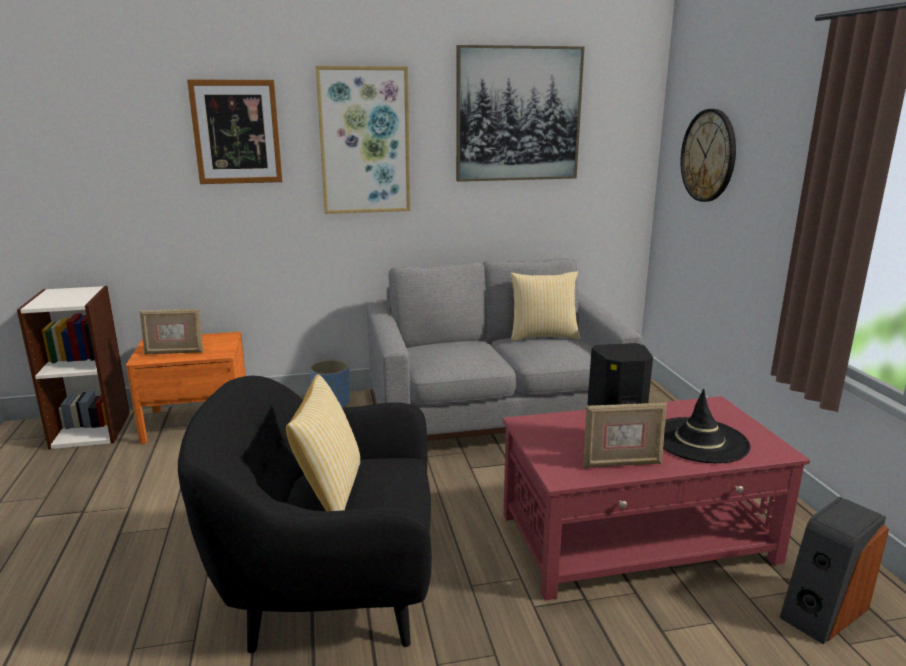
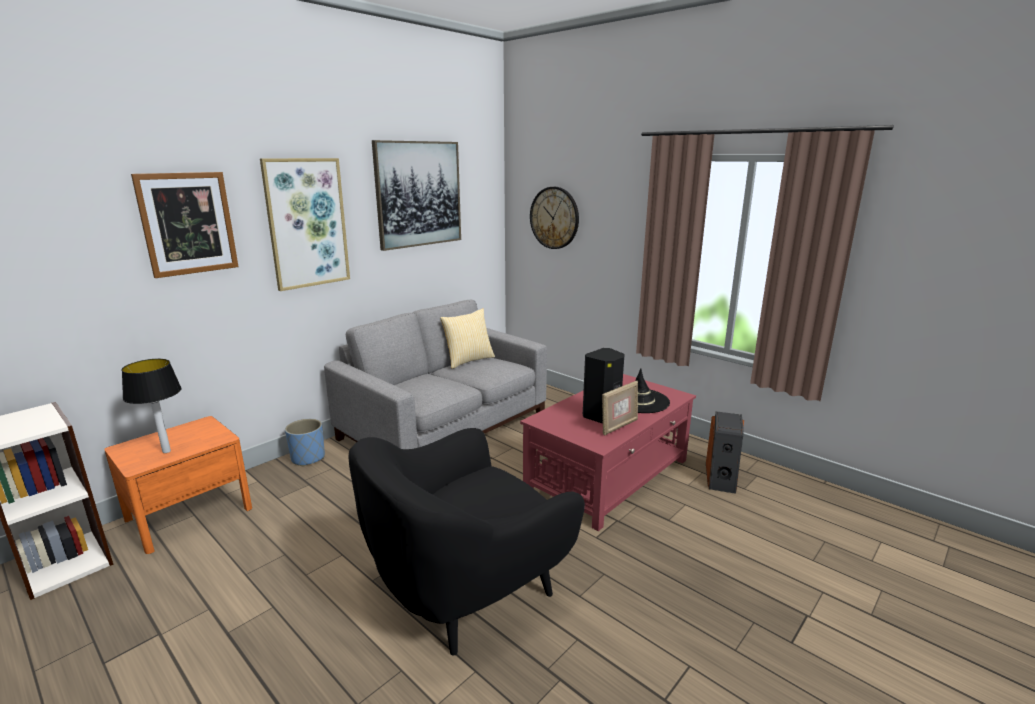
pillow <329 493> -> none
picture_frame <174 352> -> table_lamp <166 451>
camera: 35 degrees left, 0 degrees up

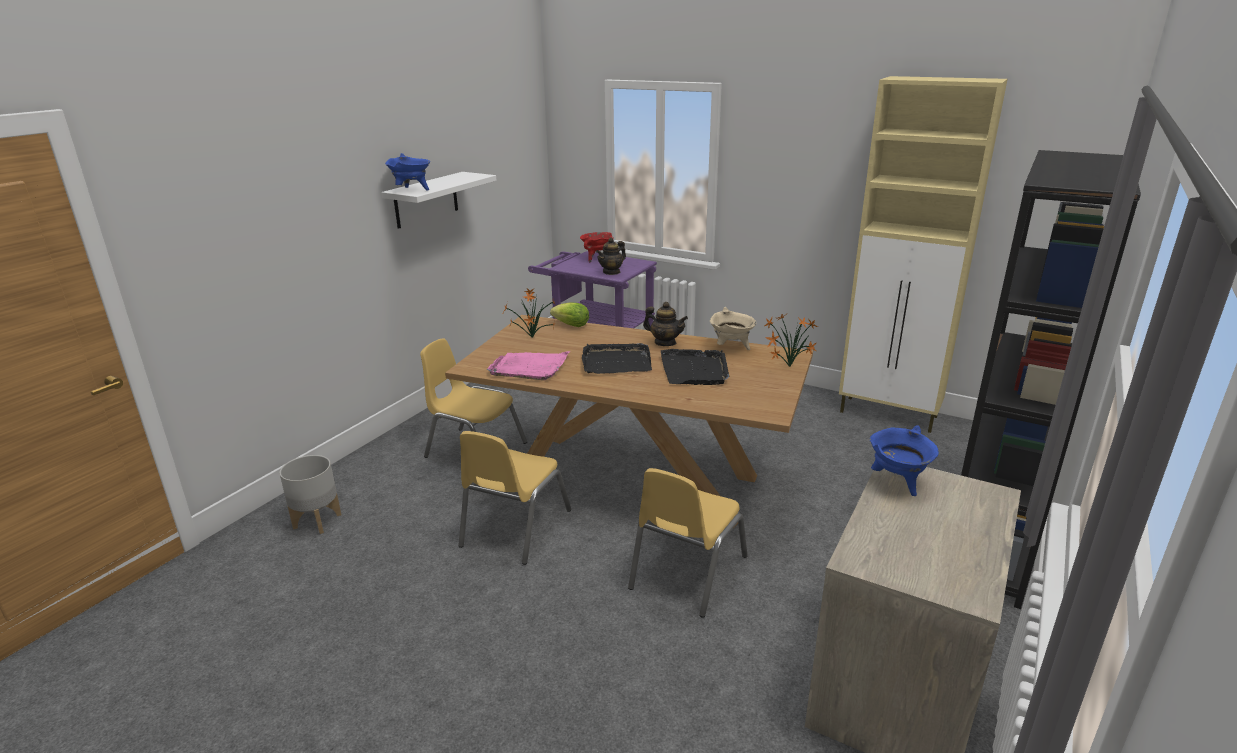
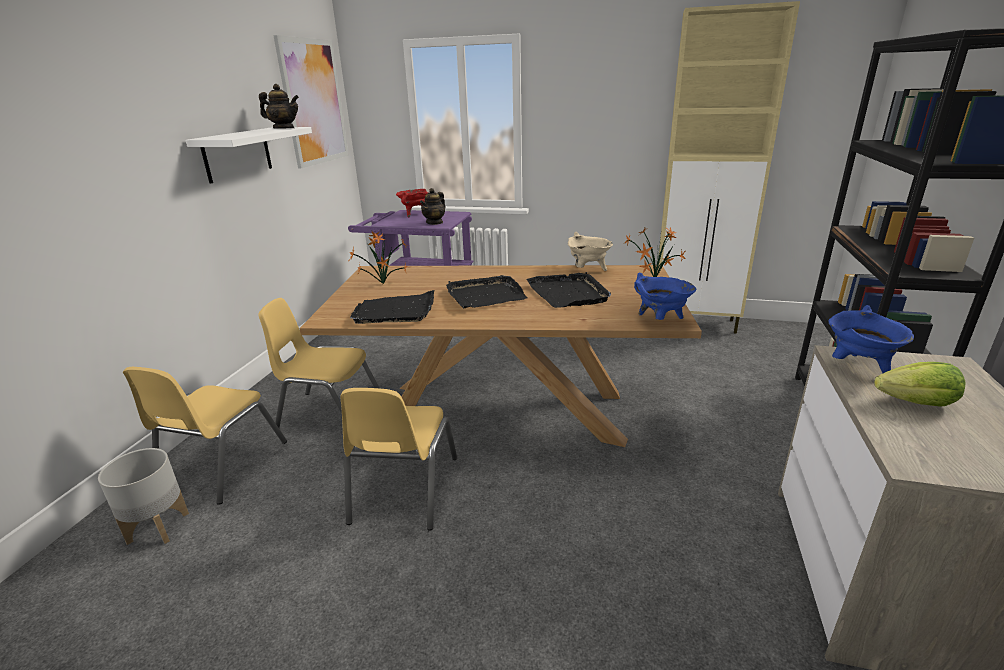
none -> picture <313 102>
blue_cooking_pot <411 190> -> blue_cooking_pot <660 321>, shifted
lettuce <571 325> -> lettuce <916 403>, shifted
yellow_chair <687 572> -> yellow_chair <222 466>, shifted
teapot <665 343> -> teapot <284 128>, shifted
pink_tray <529 367> -> black_tray <395 311>
camera: 15 degrees left, 0 degrees up

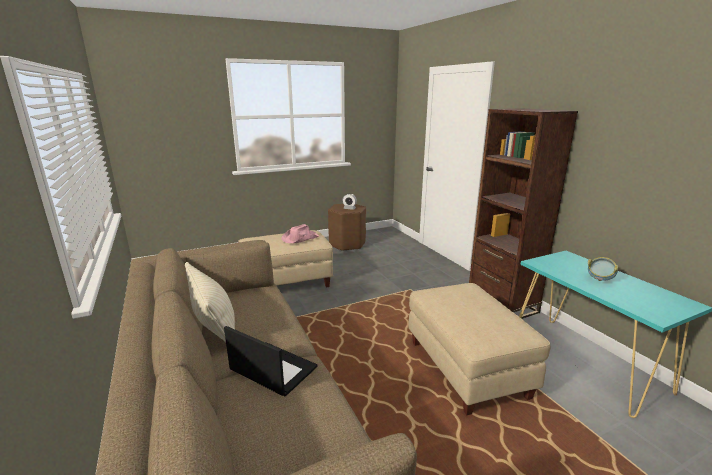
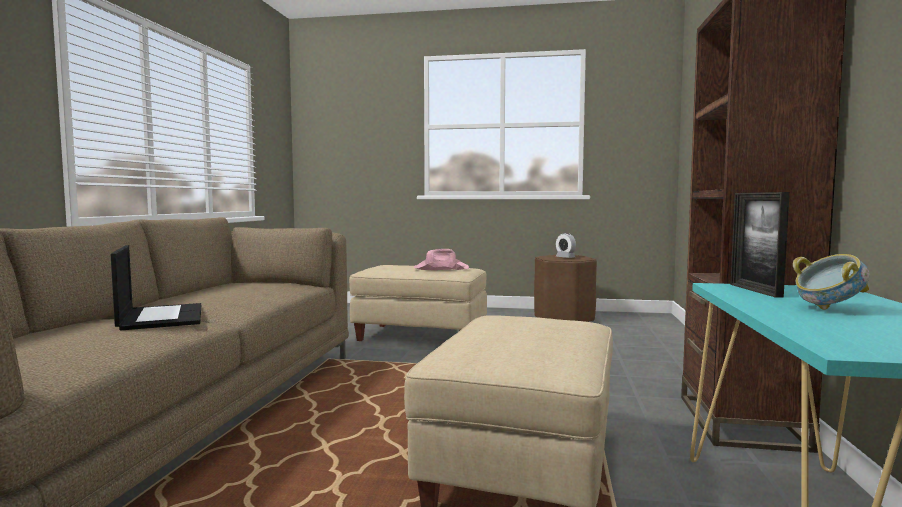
beige_pillow <214 326> -> none
none -> picture_frame <755 290>
camera: 35 degrees right, 15 degrees down

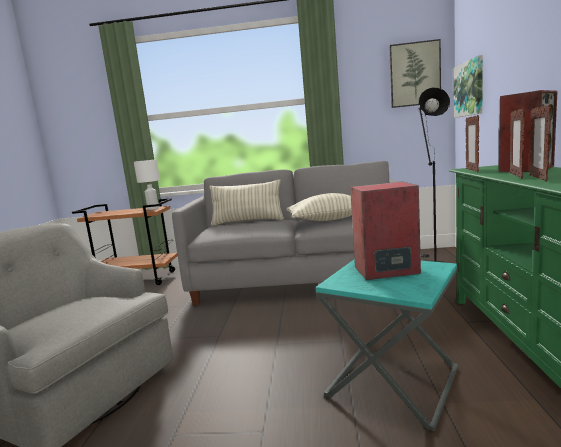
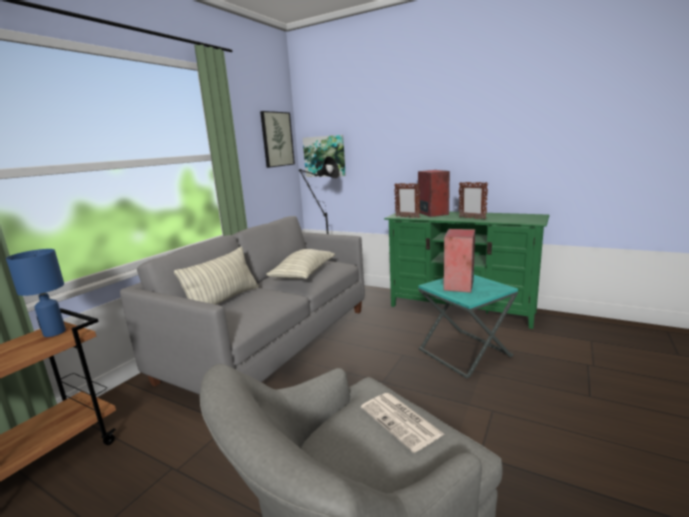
picture_frame <516 176> -> none
none -> newspaper <402 421>
white_table_lamp <153 208> -> blue_table_lamp <55 332>
camera: 65 degrees left, 5 degrees up

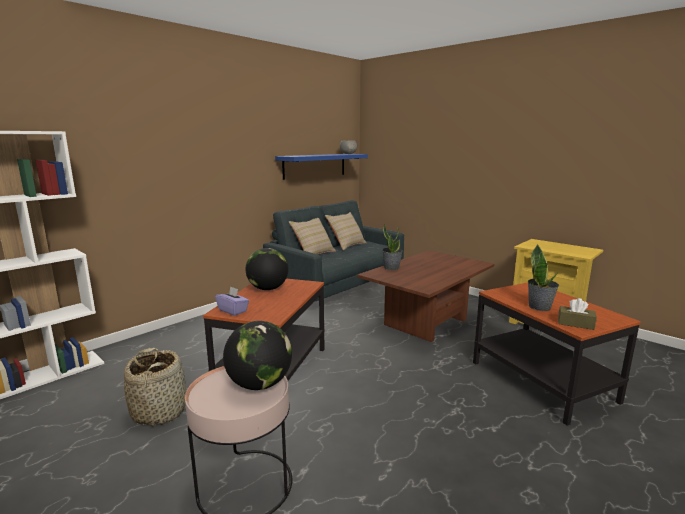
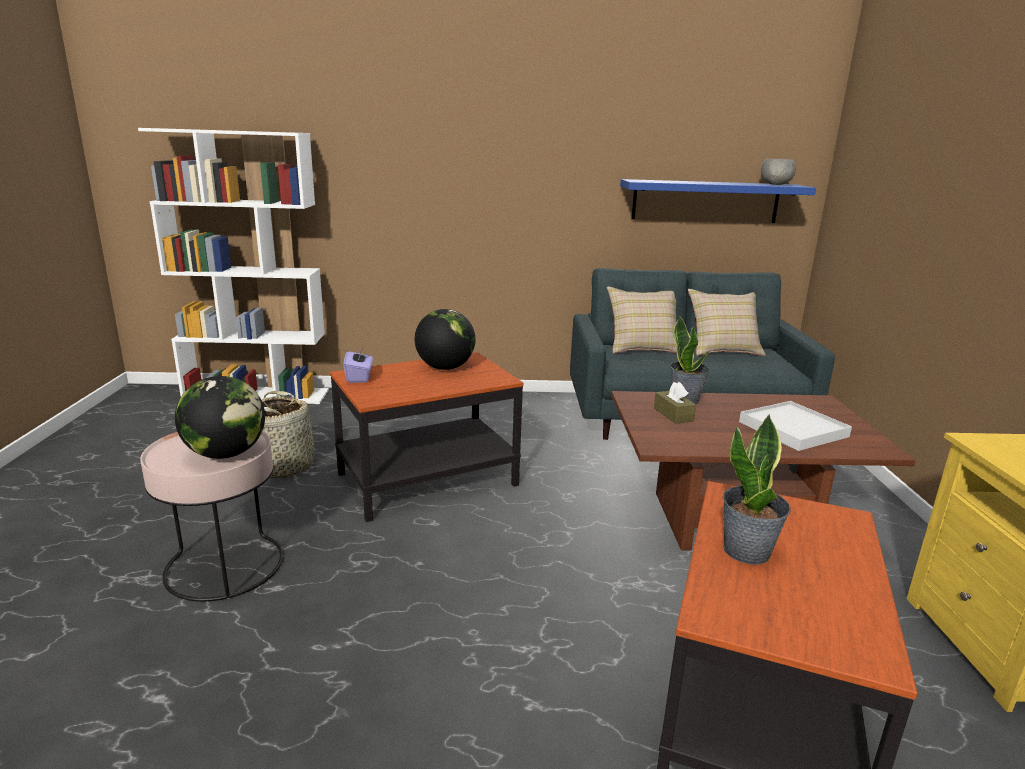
none -> white_tray <792 429>
brown_tissue_box <575 324> -> brown_tissue_box <673 414>, shifted
camera: 45 degrees right, 5 degrees up

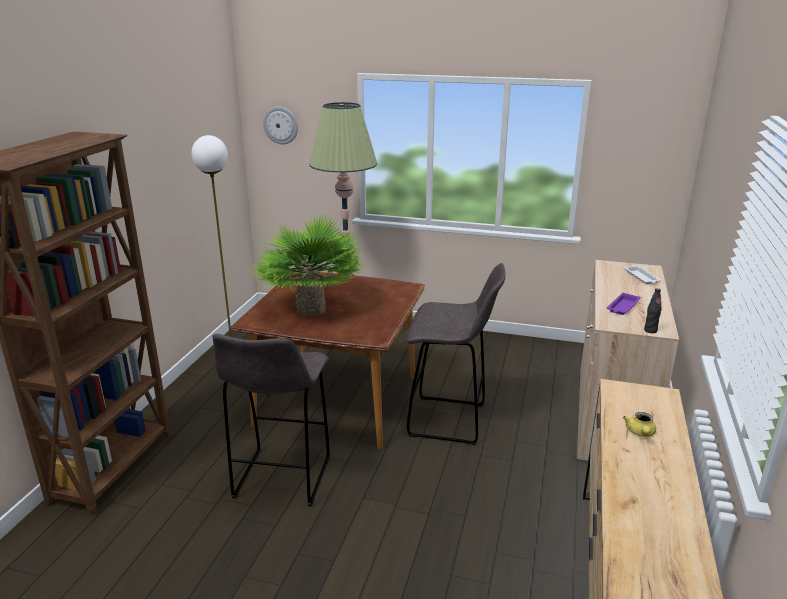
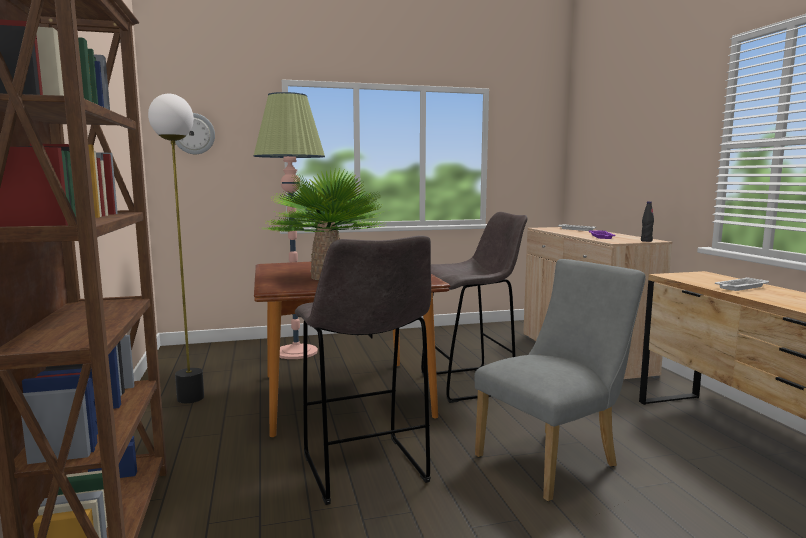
none -> grey_chair <553 459>
yellow_teapot <640 433> -> white_tray <740 287>
camera: 30 degrees left, 15 degrees down

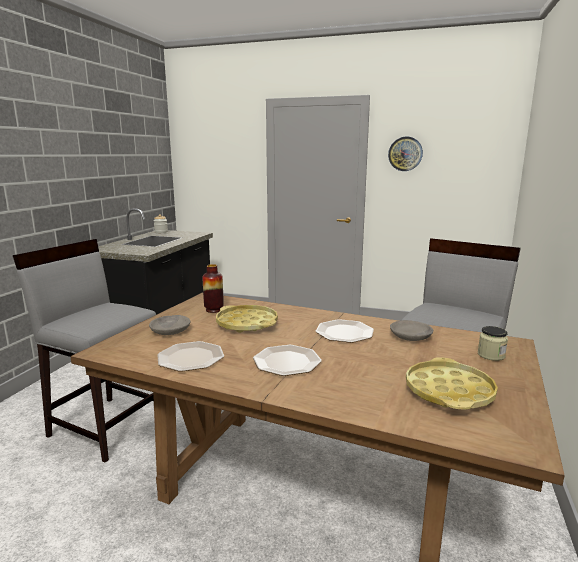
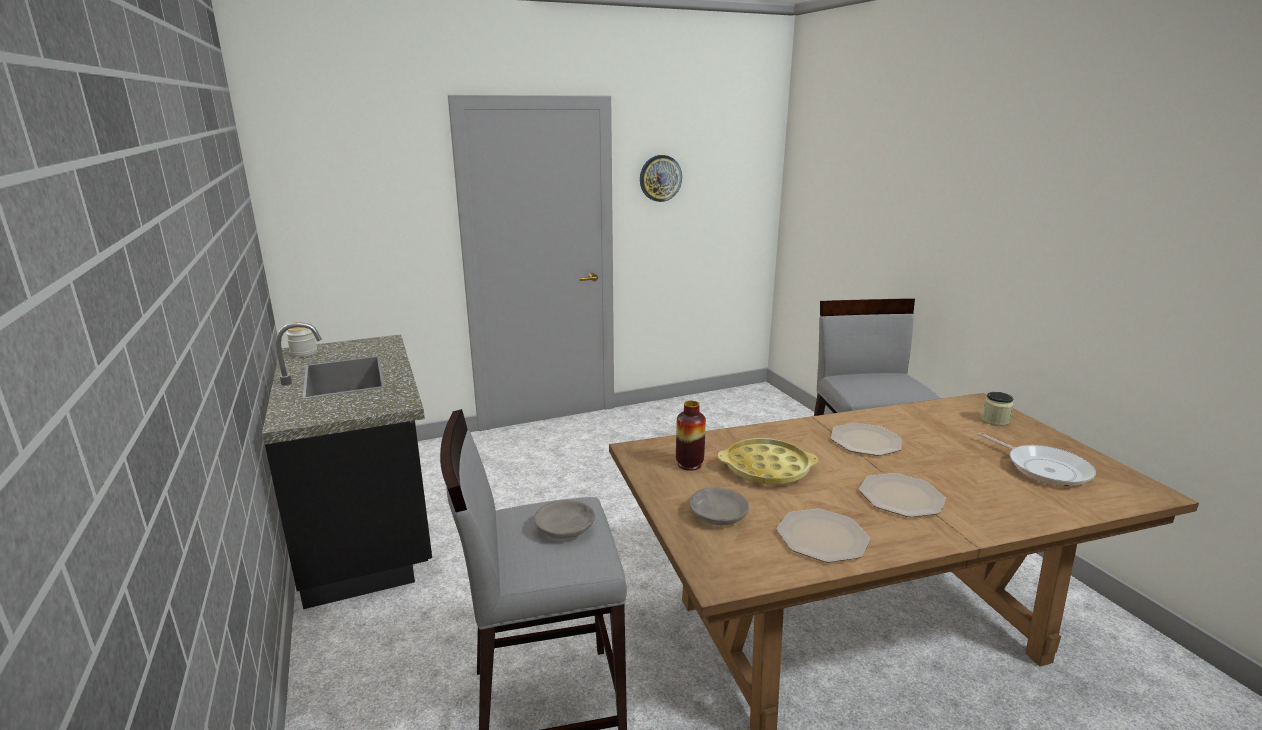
grey_bowl <411 337> -> grey_bowl <565 528>, shifted
yellow_tray <449 391> -> frying_pan <1044 468>
camera: 40 degrees left, 5 degrees up

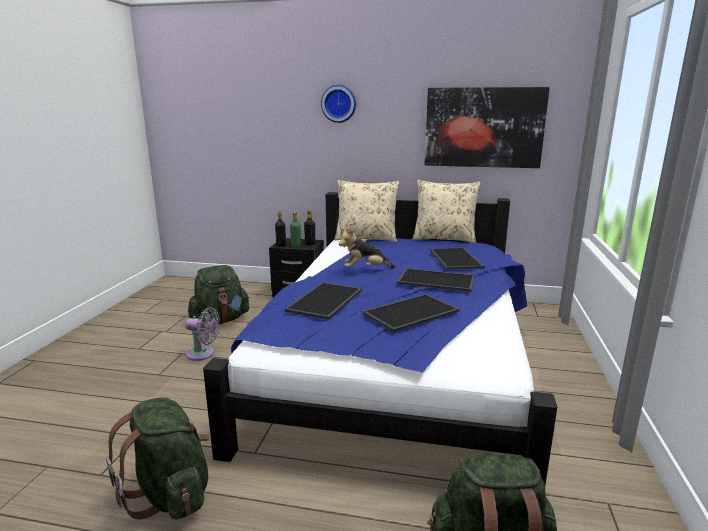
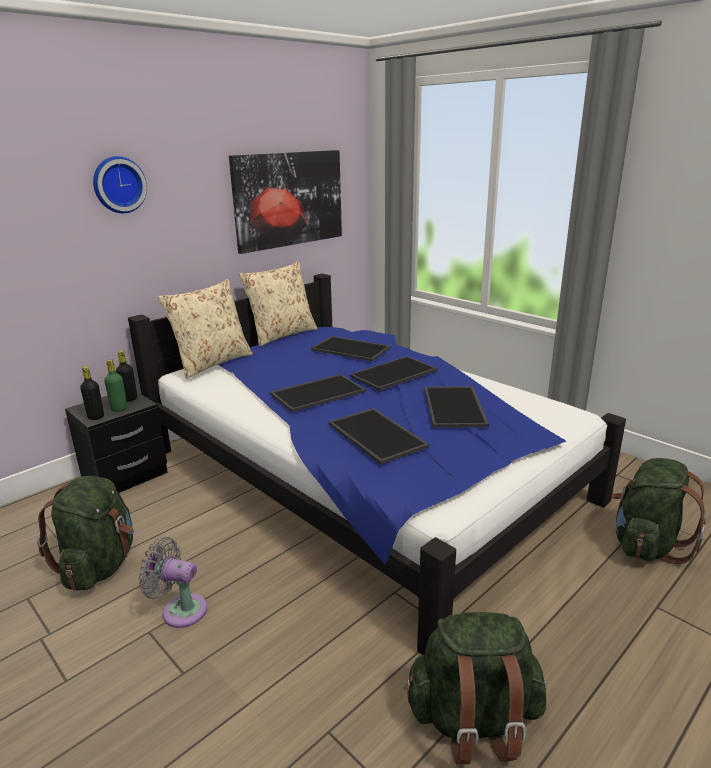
plush_toy <365 270> -> tray <318 392>
grey_fan <203 354> -> grey_fan <180 610>, 120 degrees counterclockwise
camera: 55 degrees left, 5 degrees up

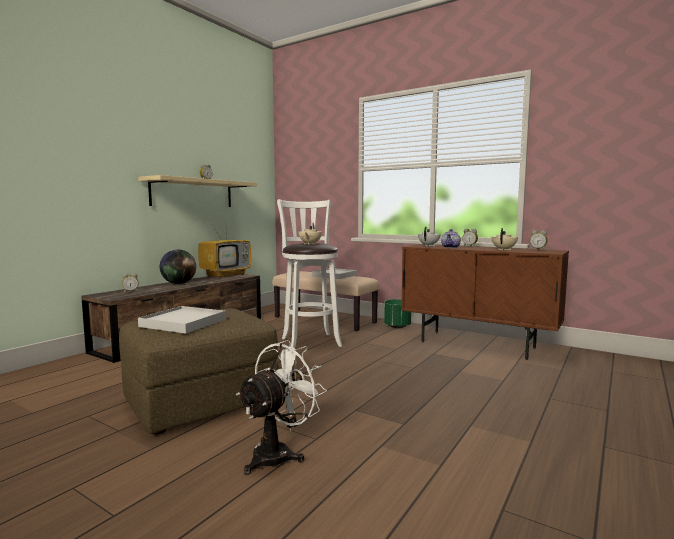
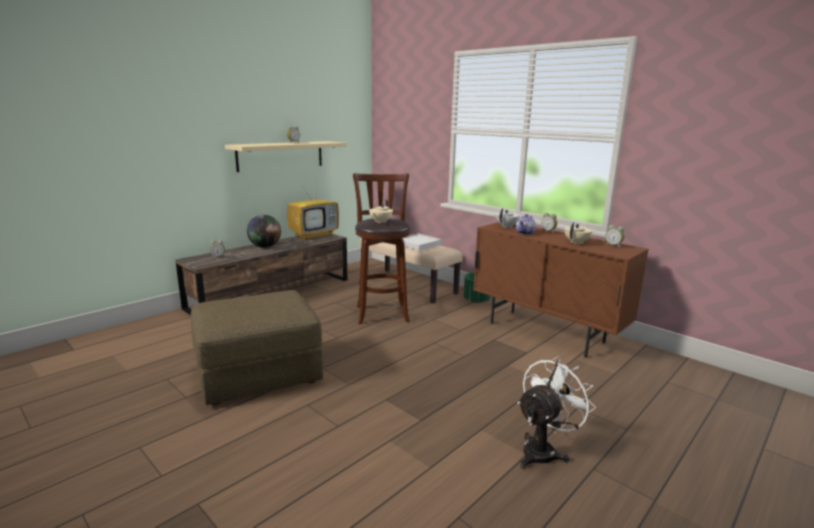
white_tray <183 323> -> none
white_fan <278 453> -> white_fan <543 450>, shifted
white_stool <310 341> -> brown_stool <382 312>
camera: 10 degrees right, 10 degrees up

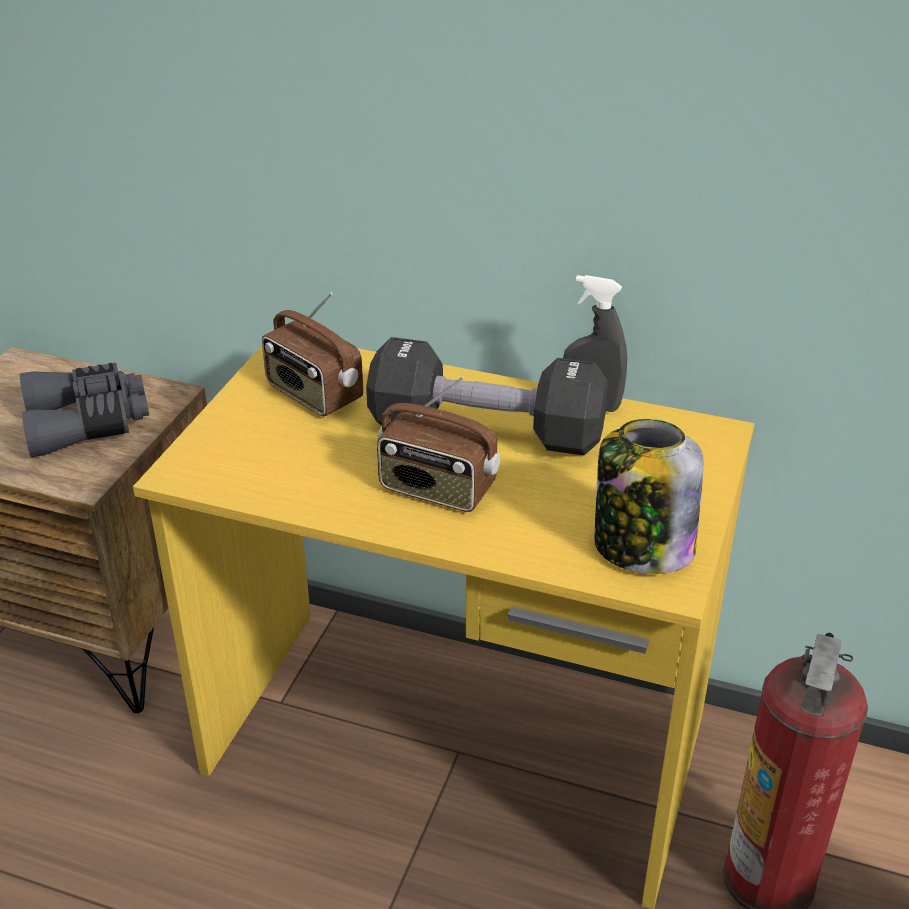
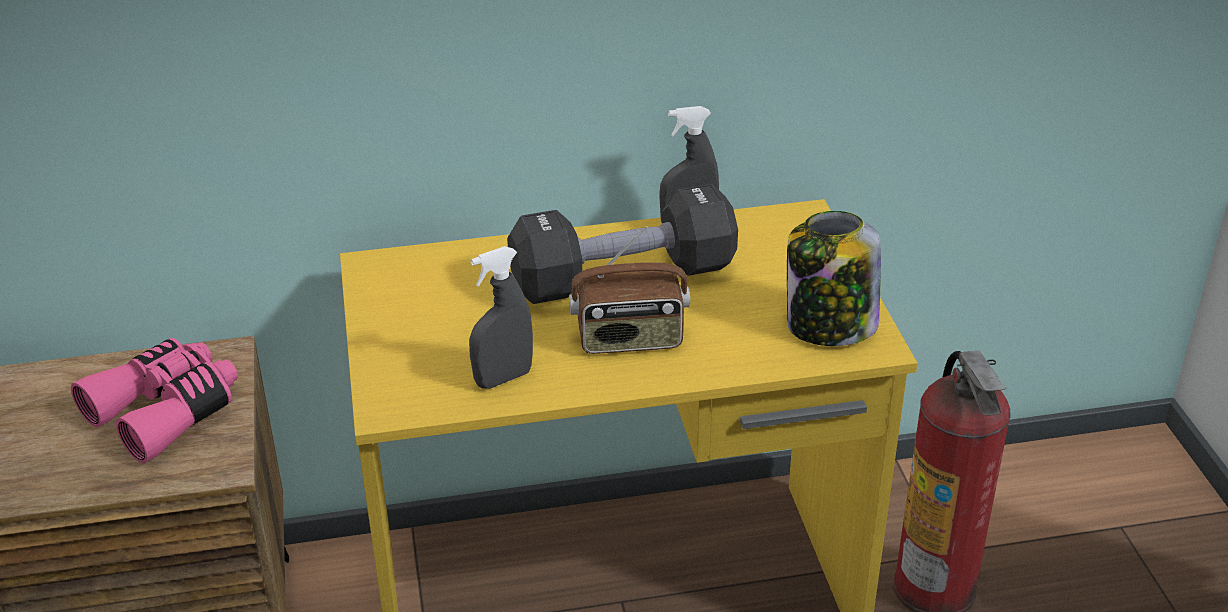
radio <313 395> -> none
none -> grey_spray_bottle <503 378>
grey_binoculars <88 423> -> pink_binoculars <167 411>
camera: 30 degrees left, 0 degrees up

